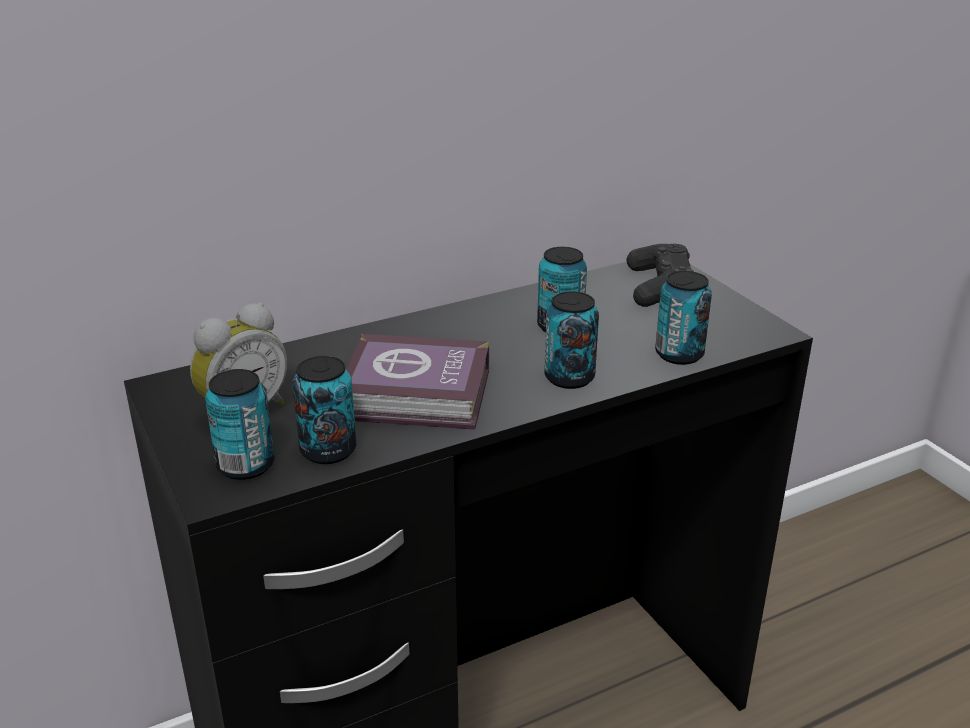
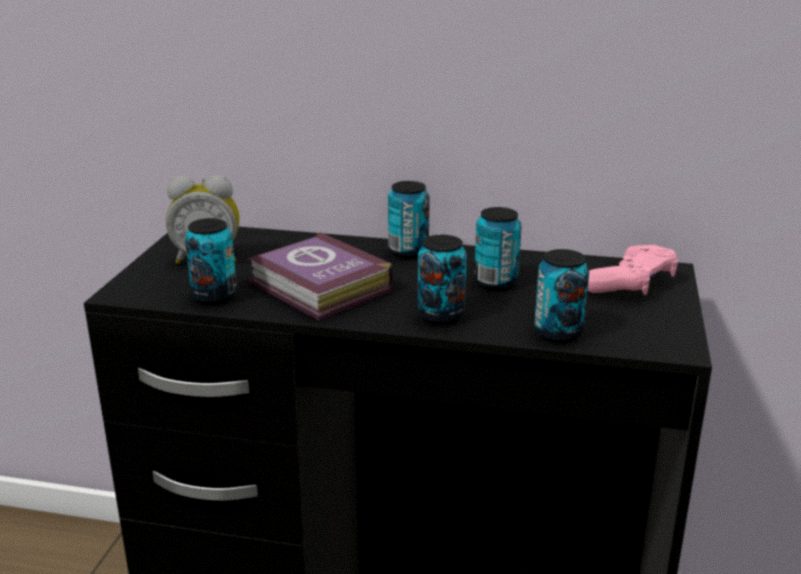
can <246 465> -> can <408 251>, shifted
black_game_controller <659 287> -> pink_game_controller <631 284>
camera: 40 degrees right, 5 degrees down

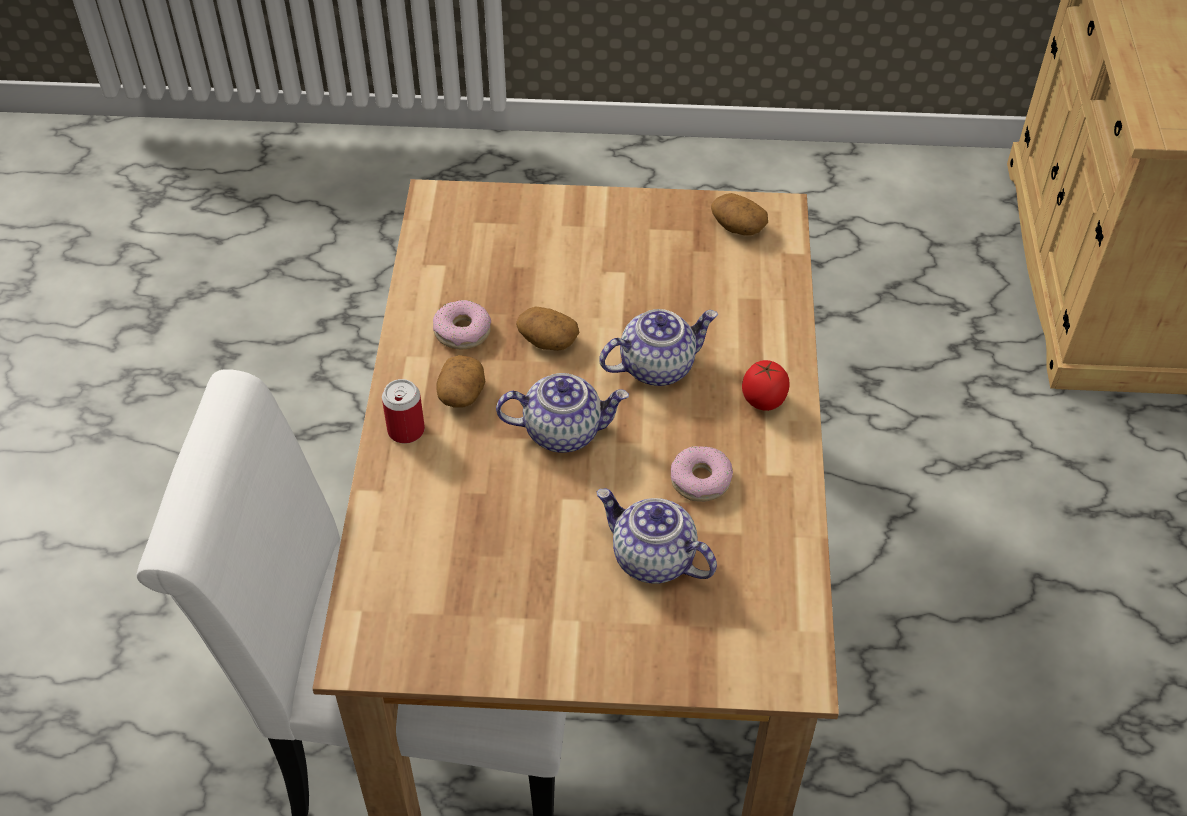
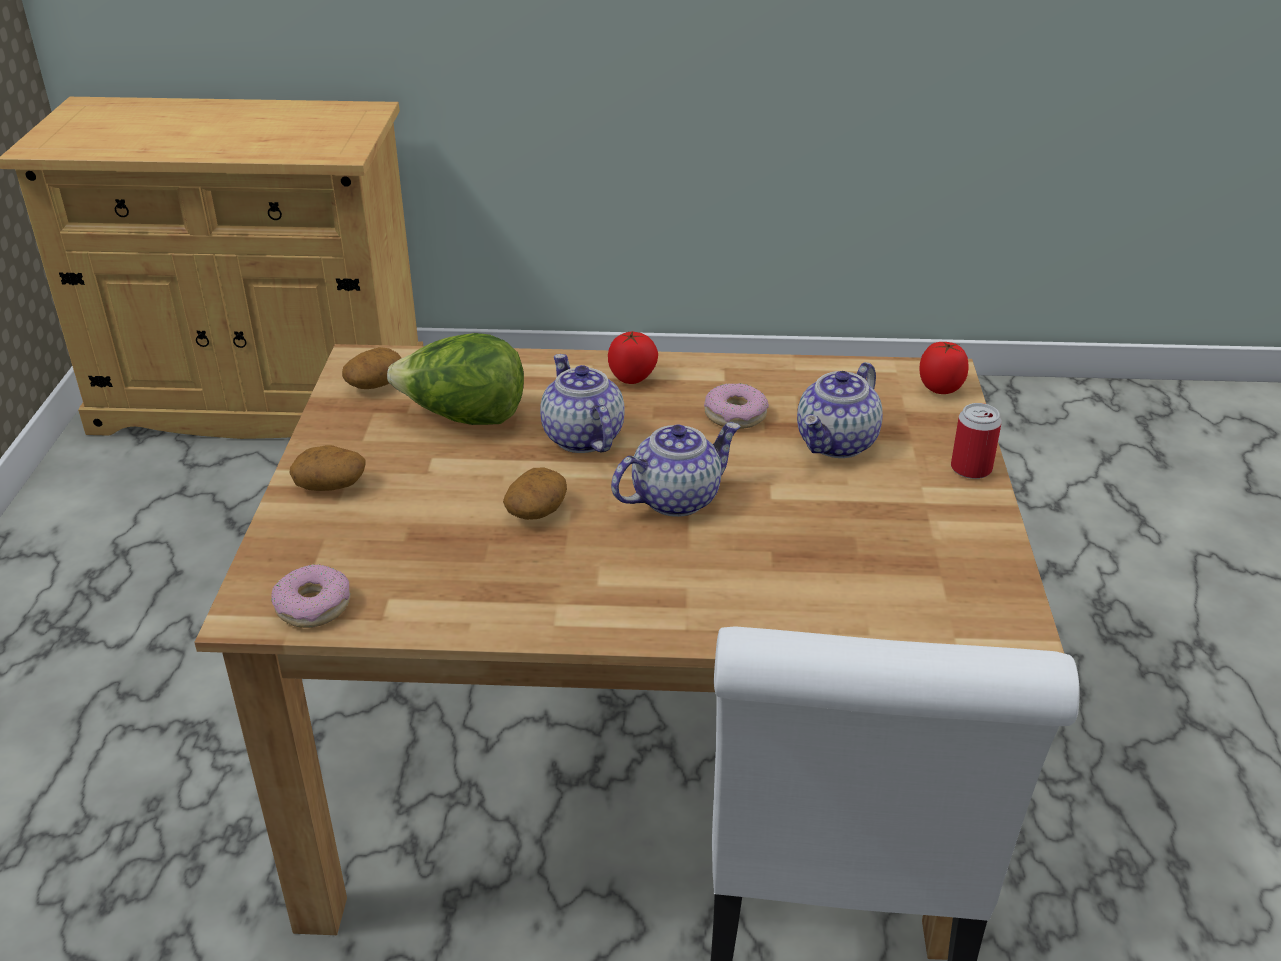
none -> lettuce <464 418>
none -> tomato <940 388>
can <406 430> -> can <971 468>, shifted
donut <462 331> -> donut <313 606>, shifted
potato <462 393> -> potato <331 484>, shifted
teapot <563 430> -> teapot <676 498>, 60 degrees clockwise
camera: 90 degrees left, 15 degrees down

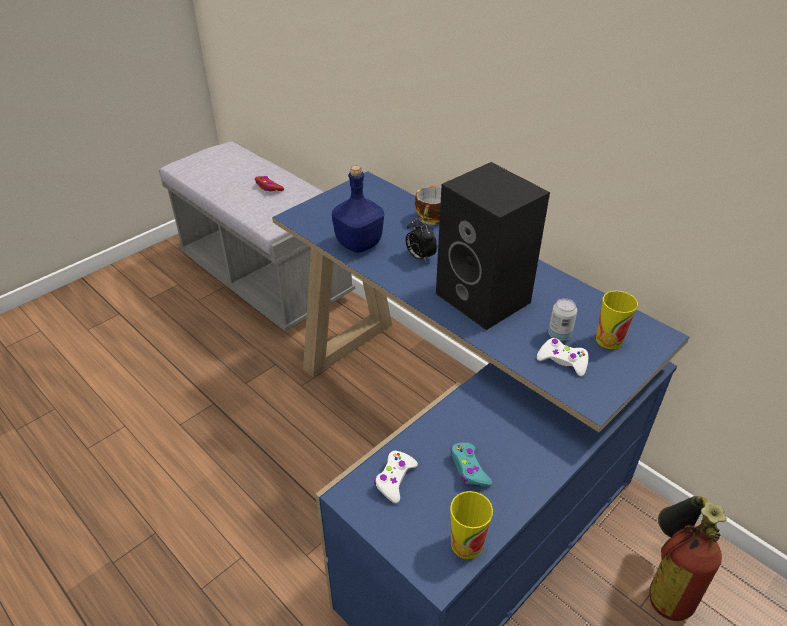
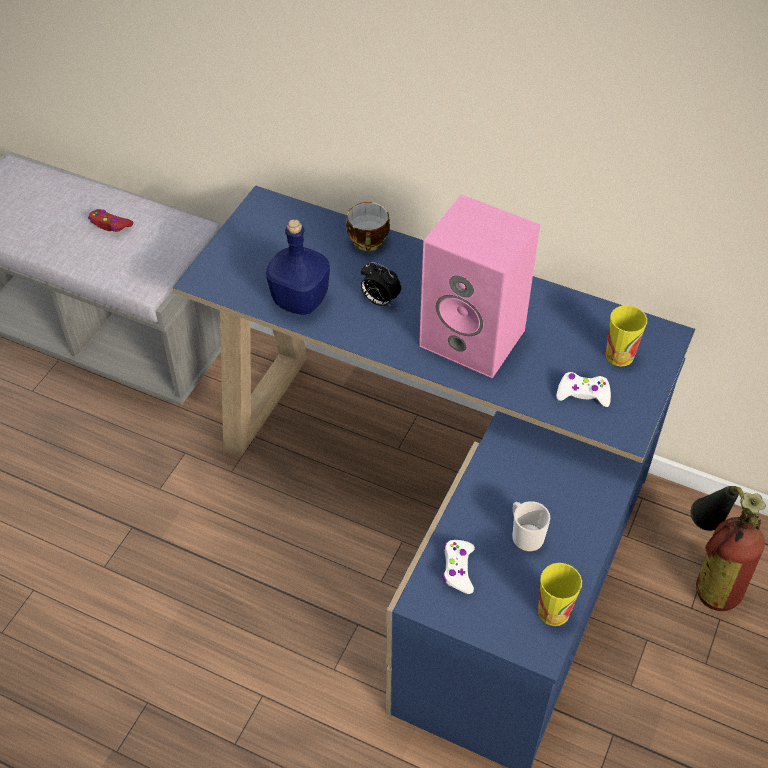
can <559 335> -> none
turquoise_game_controller <469 469> -> mug <525 535>
black_speaker <485 298> -> pink_speaker <475 338>
camera: 20 degrees left, 10 degrees up

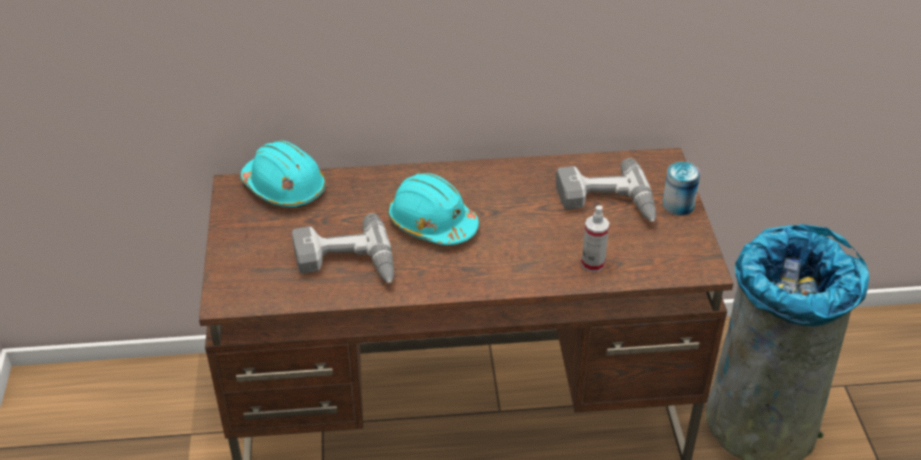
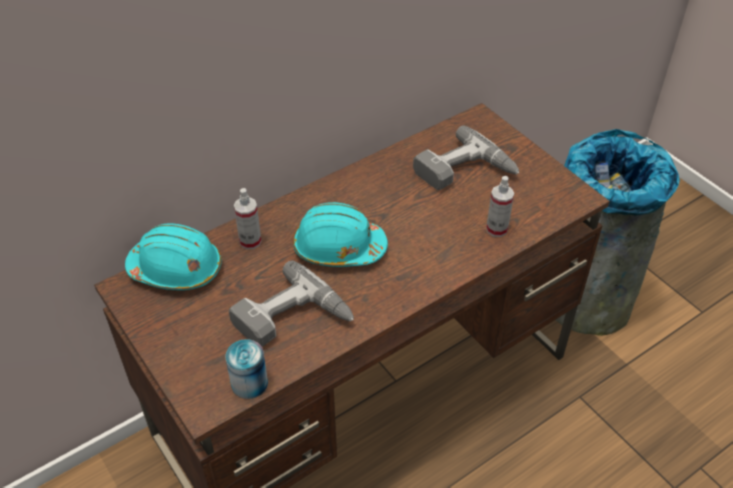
none -> spray_bottle <250 241>
can <678 205> -> can <249 383>, shifted
camera: 30 degrees left, 5 degrees up

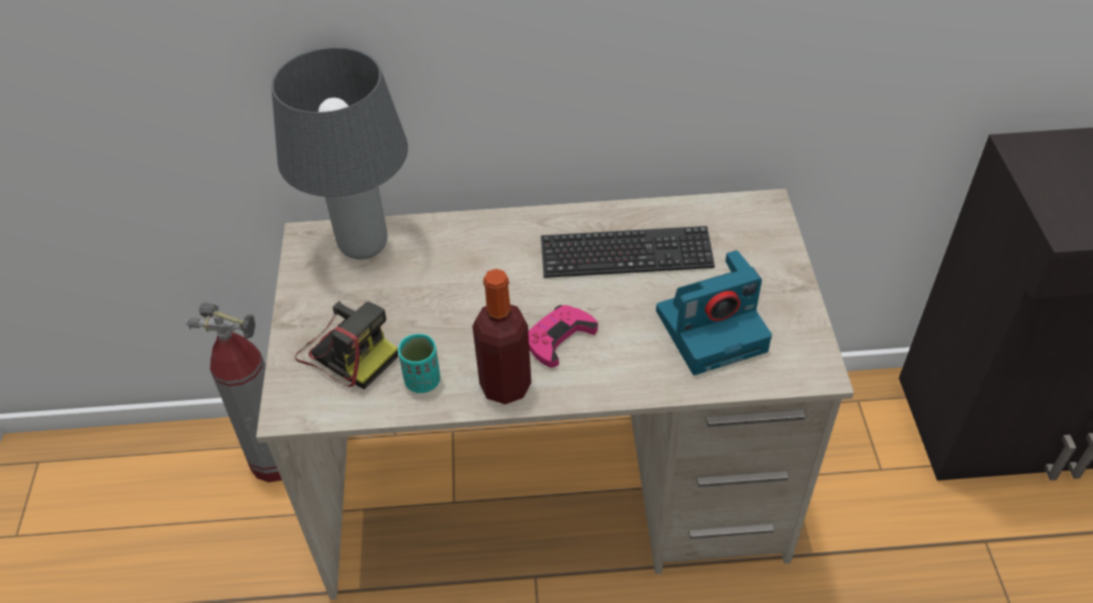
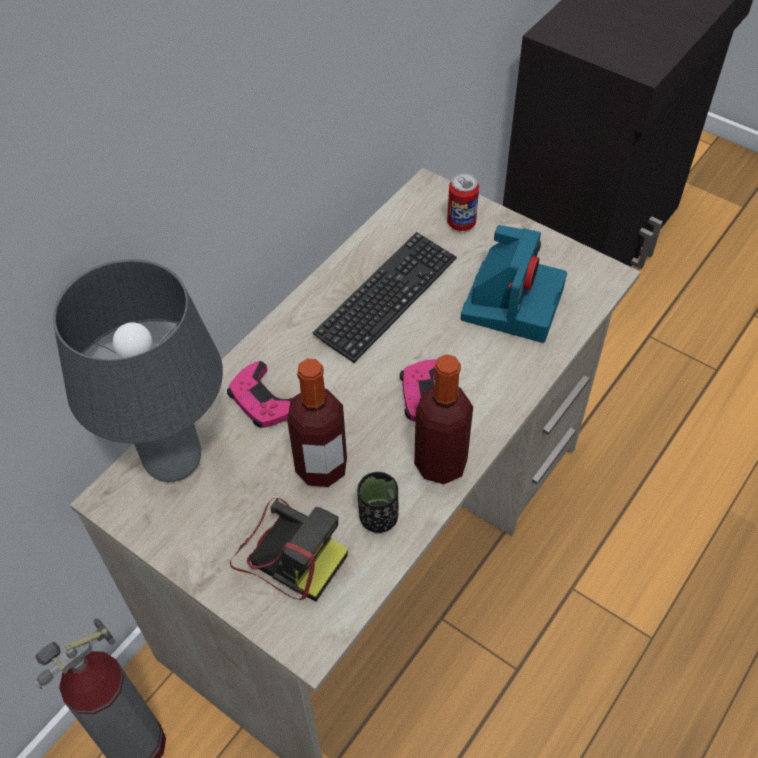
none -> pink_game_controller <262 400>
none -> bottle <321 467>
none -> can <461 223>
turquoise_cup <422 381> -> black_cup <378 517>
photo_camera <347 351> -> photo_camera <288 552>, 45 degrees clockwise
camera: 50 degrees left, 5 degrees up

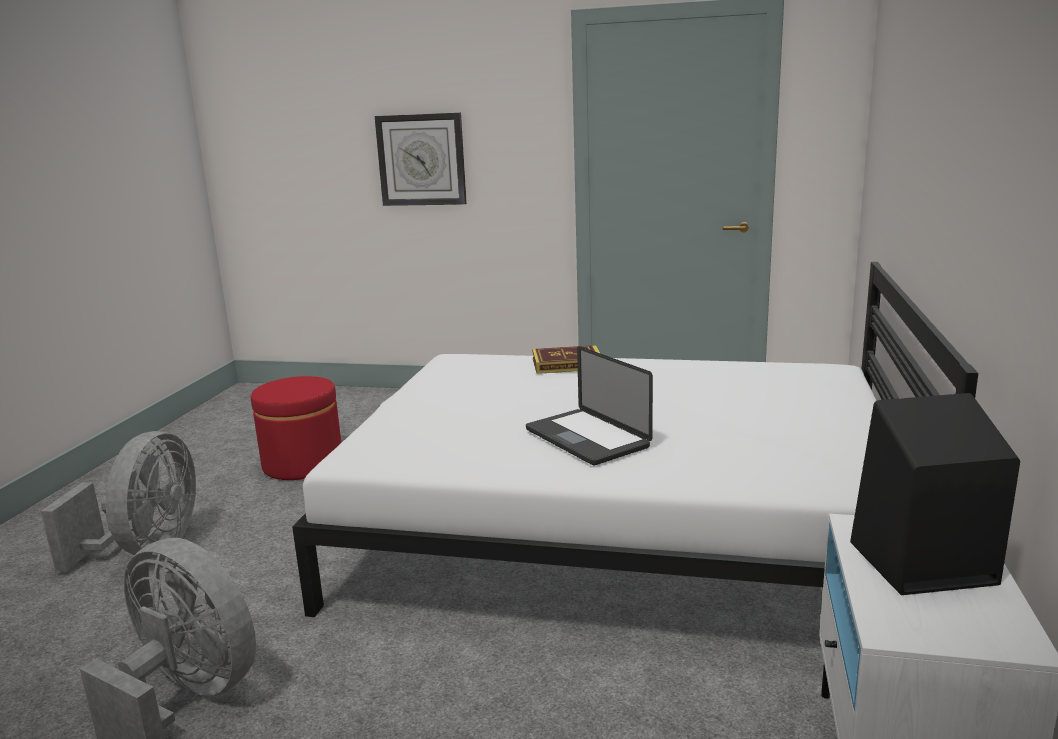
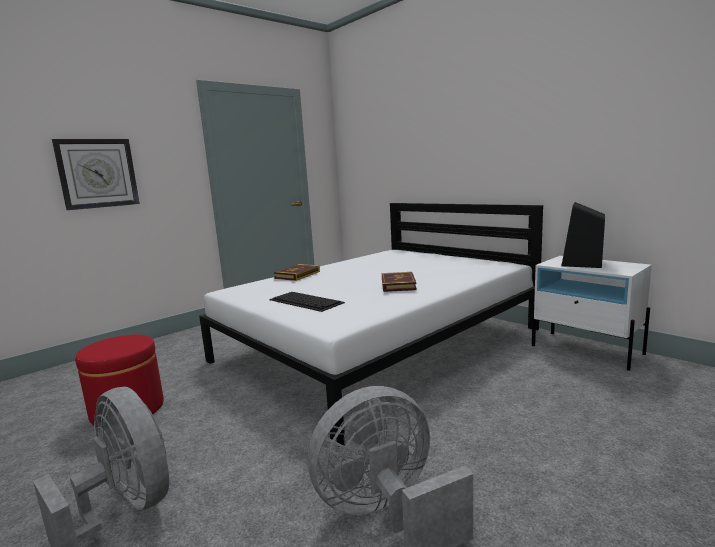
none -> keyboard <306 301>
laptop <586 438> -> book <398 285>
camera: 55 degrees left, 5 degrees down

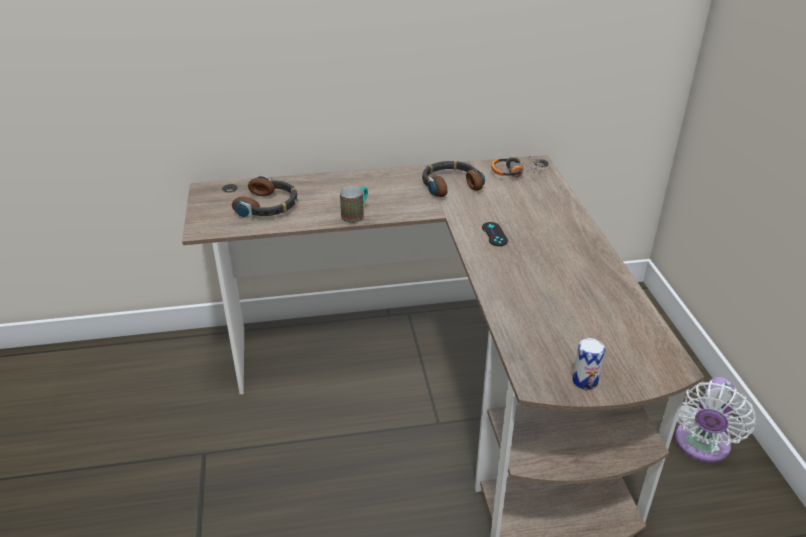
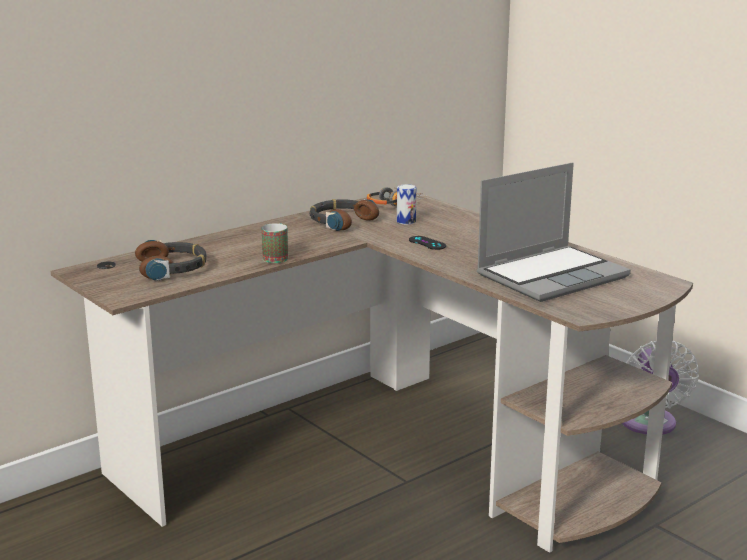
none -> laptop <552 275>
can <585 381> -> can <406 221>, shifted
camera: 30 degrees left, 15 degrees down

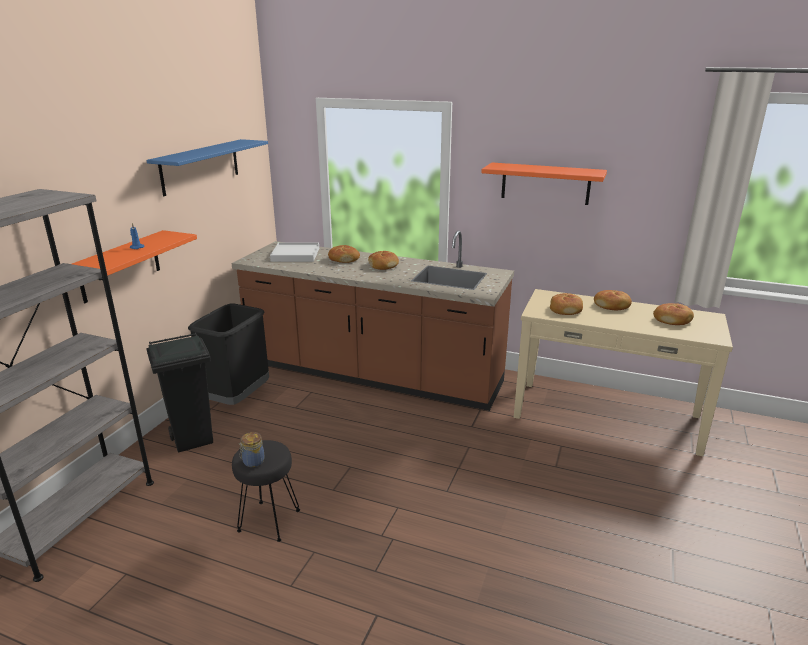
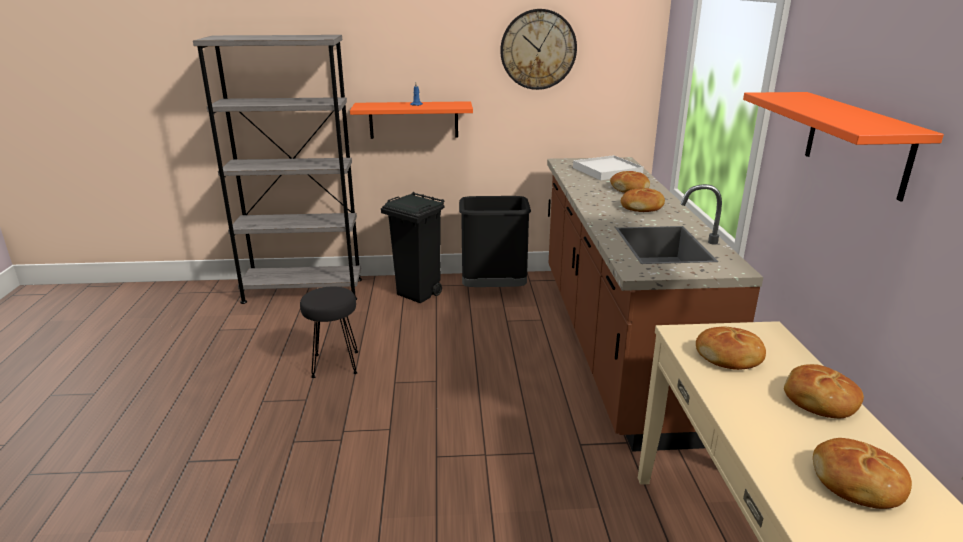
jar <252 462> -> none
blue_shelf <200 166> -> wall_clock <538 49>
camera: 65 degrees right, 0 degrees up

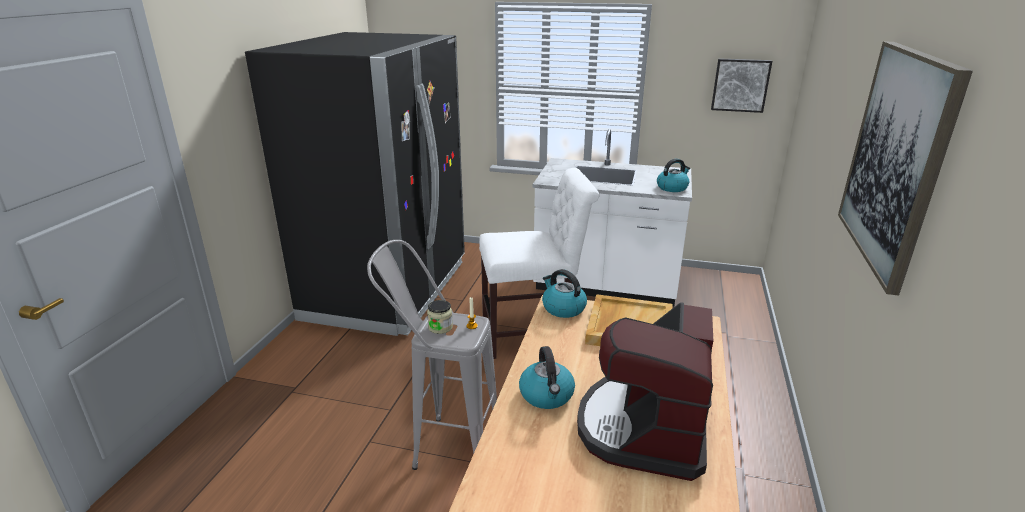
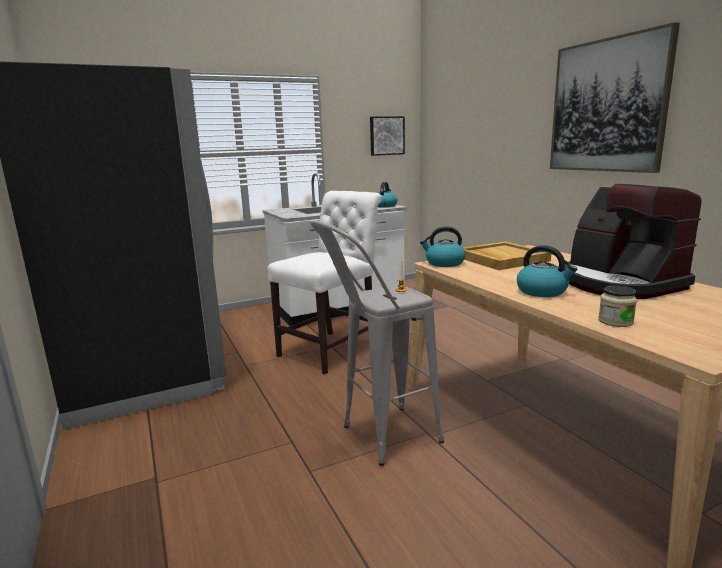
jar <440 327> -> jar <615 321>, shifted
camera: 40 degrees left, 10 degrees down

